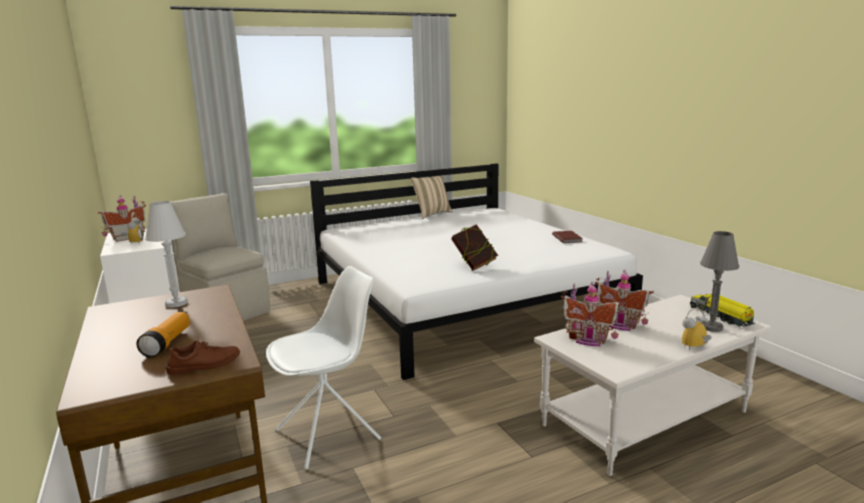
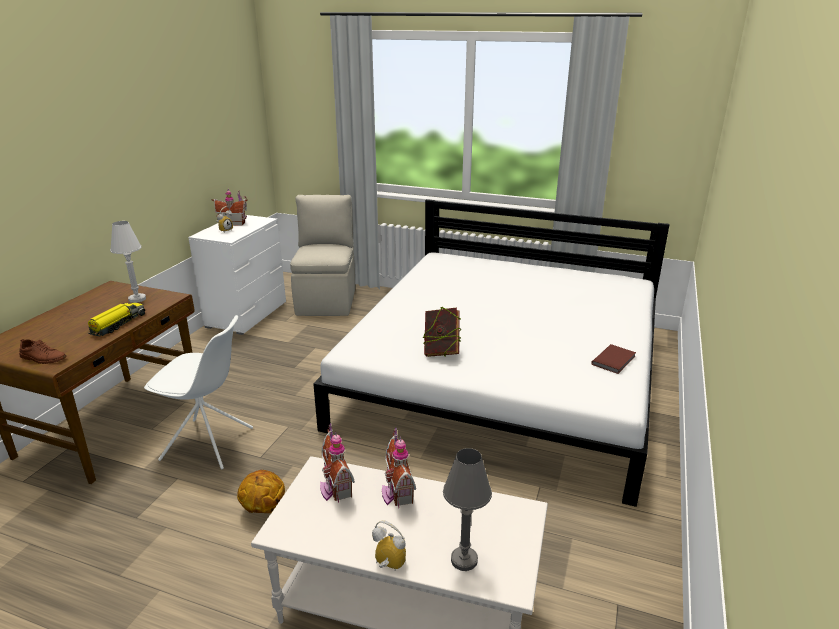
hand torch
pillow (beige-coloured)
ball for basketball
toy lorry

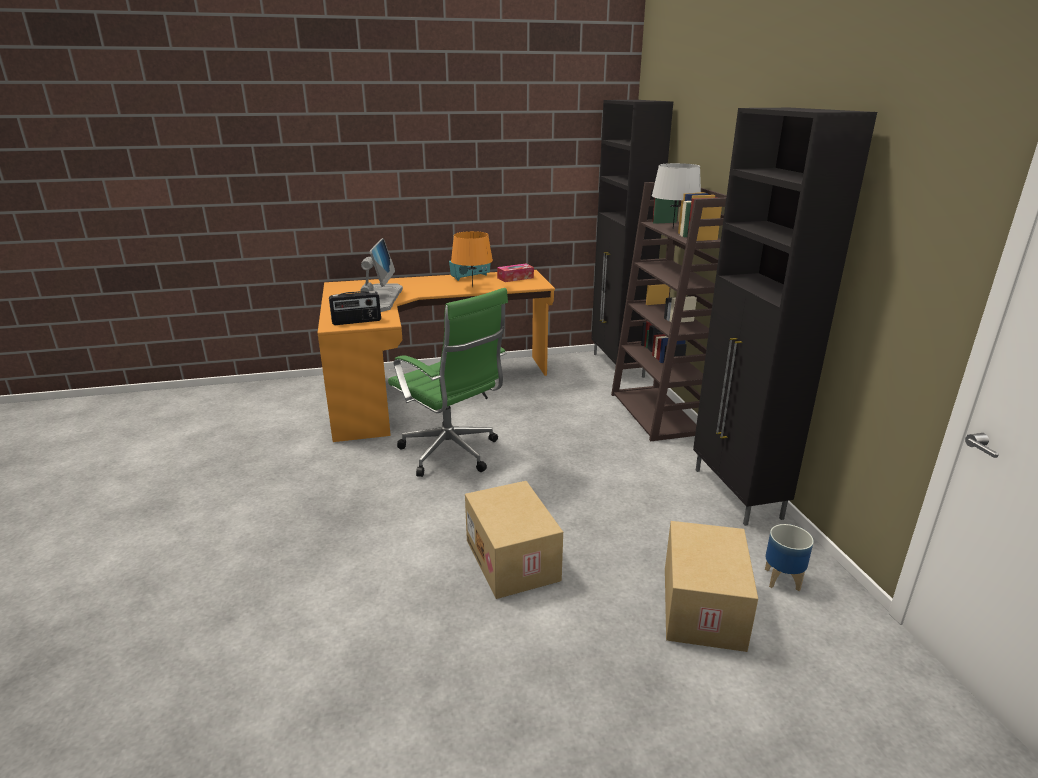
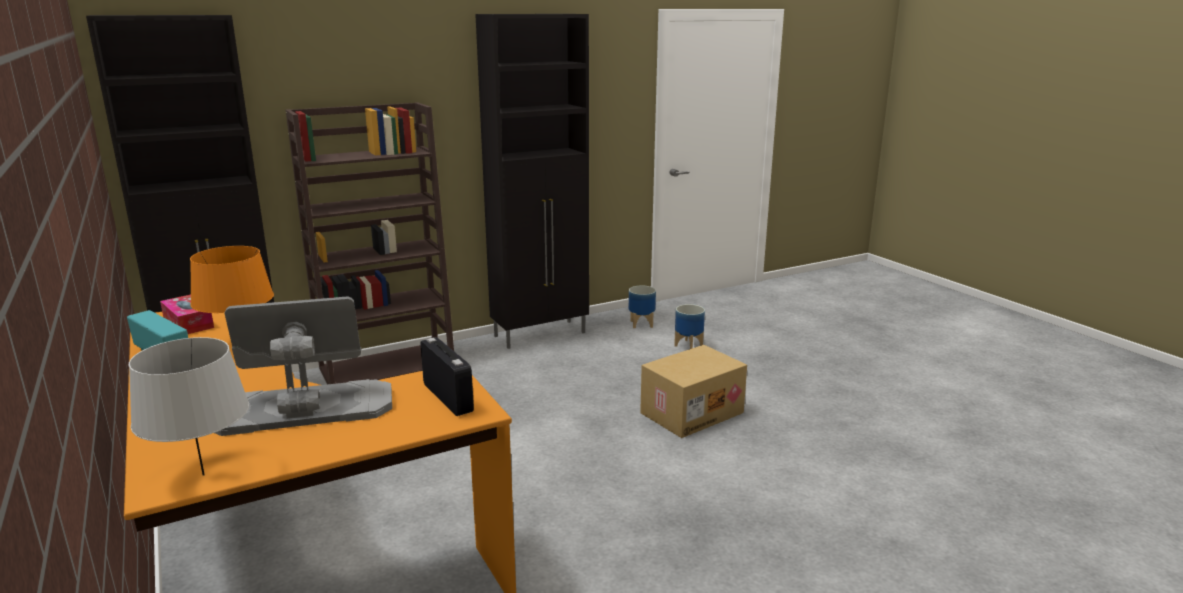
computer chair (green)
table lamp (grey)
plant pot (no. 2 from left)

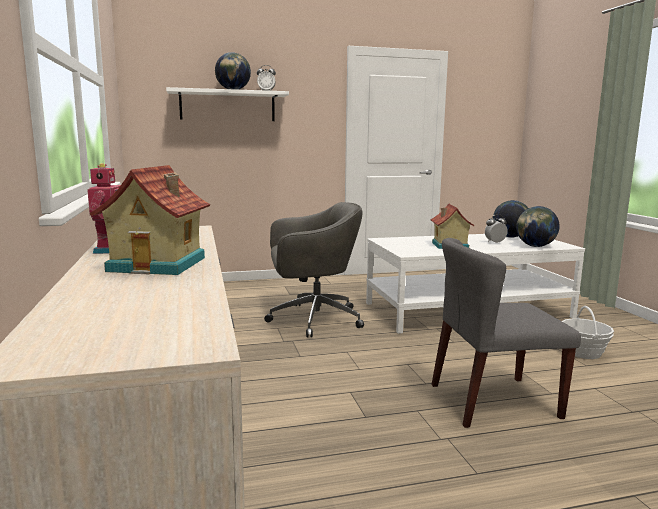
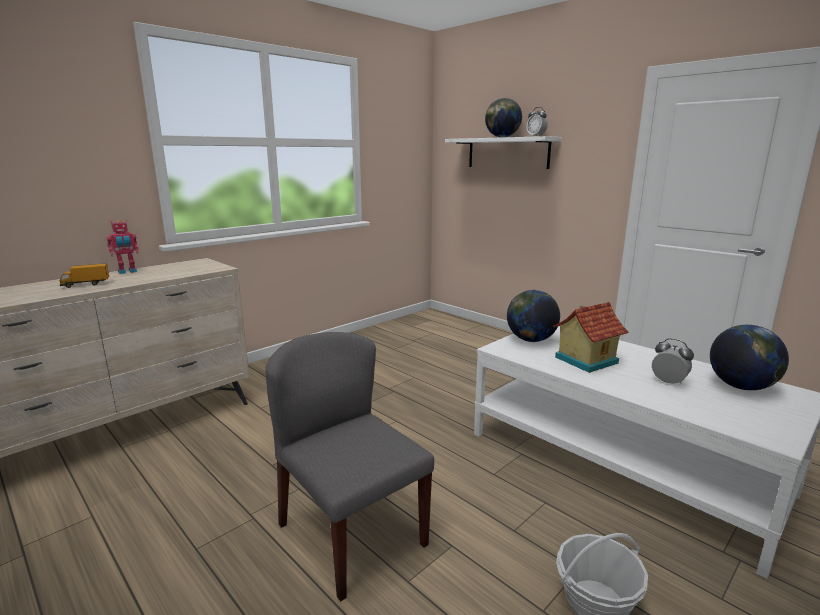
computer chair (grey)
world globe (no. 2 from left)
toy lorry

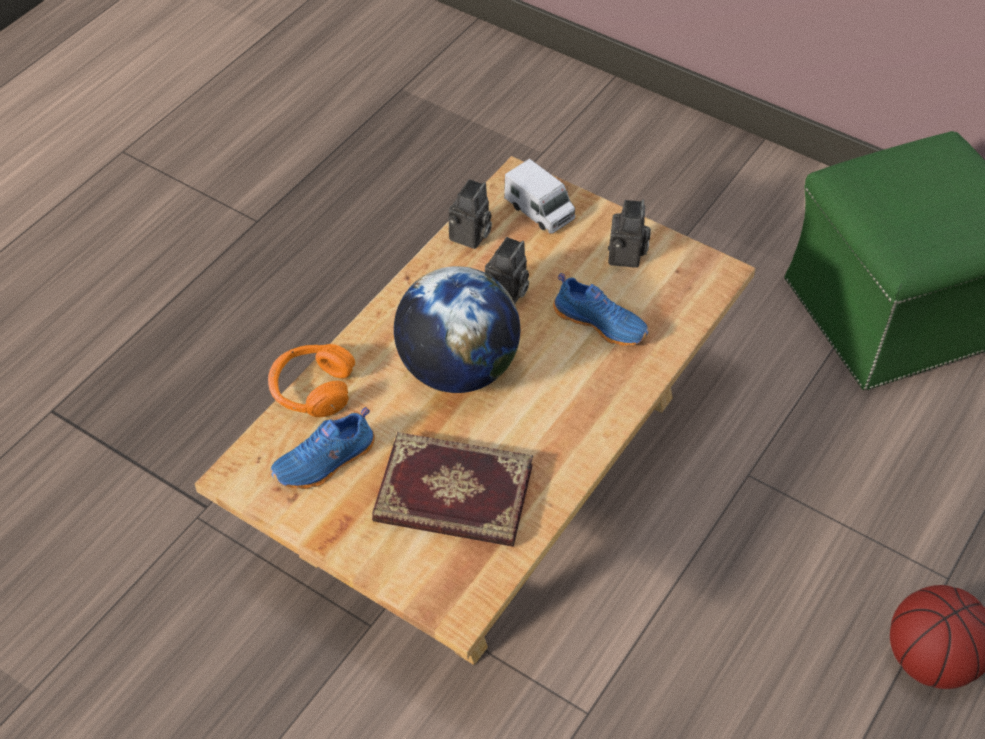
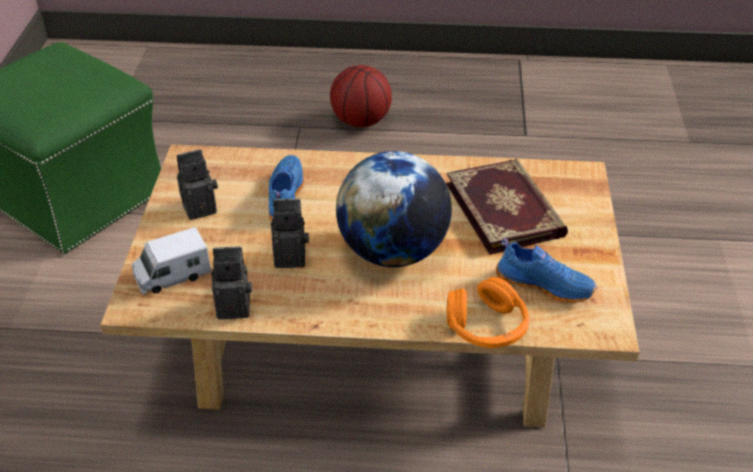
toy lorry

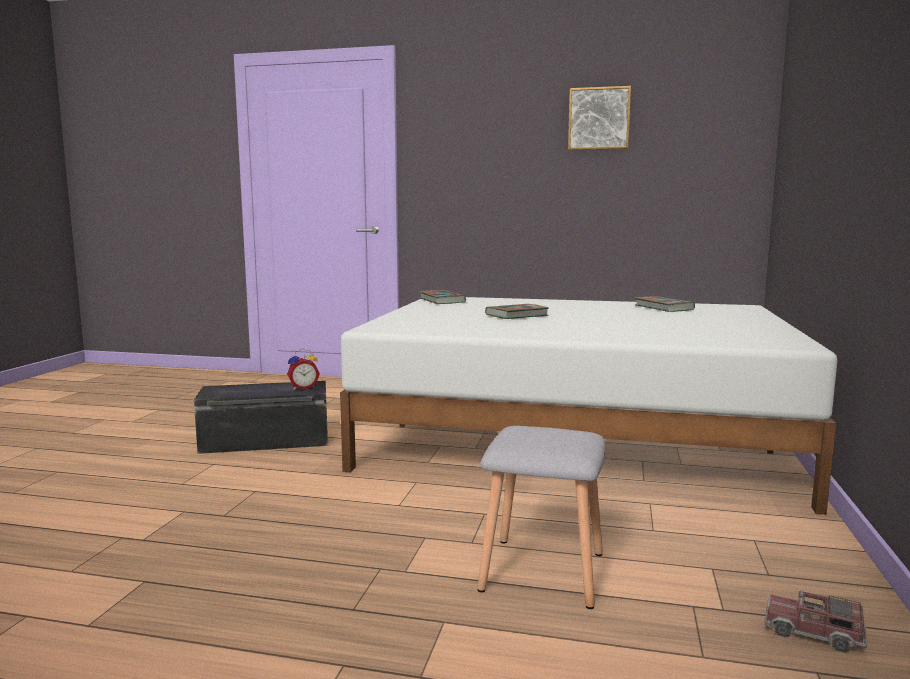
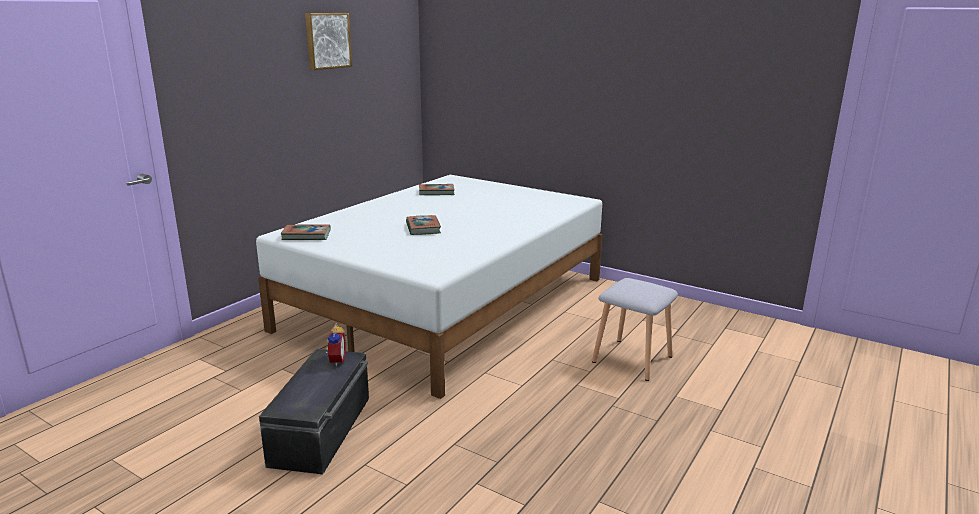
toy lorry

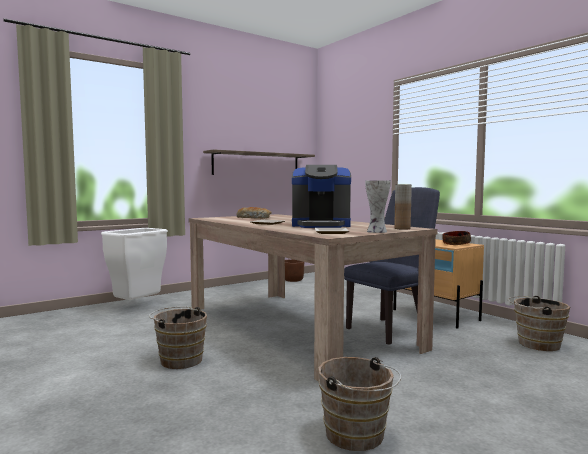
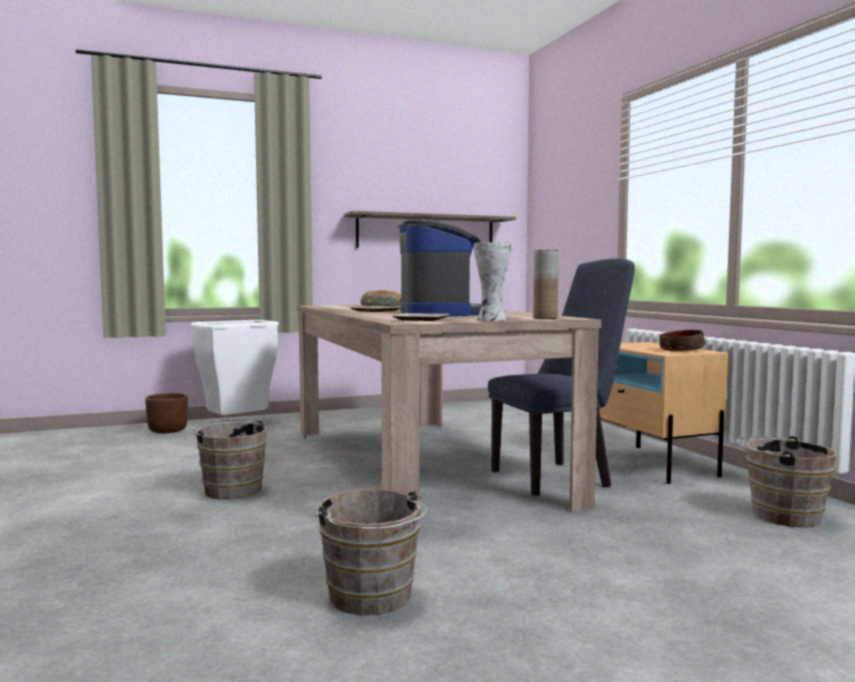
plant pot (brown)
coffee maker

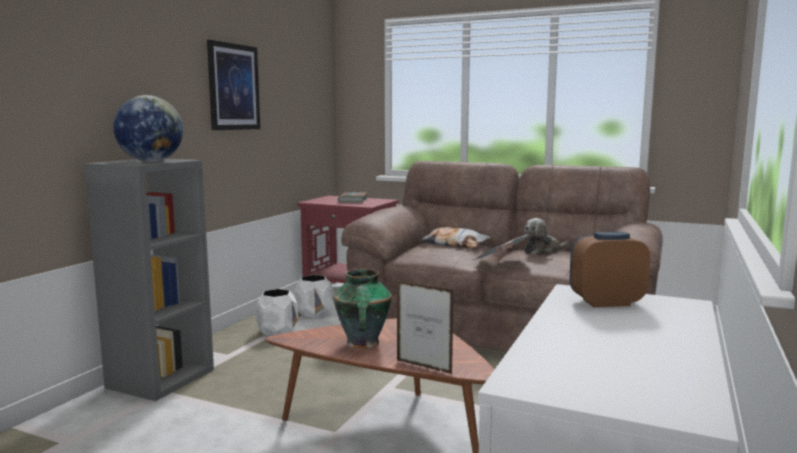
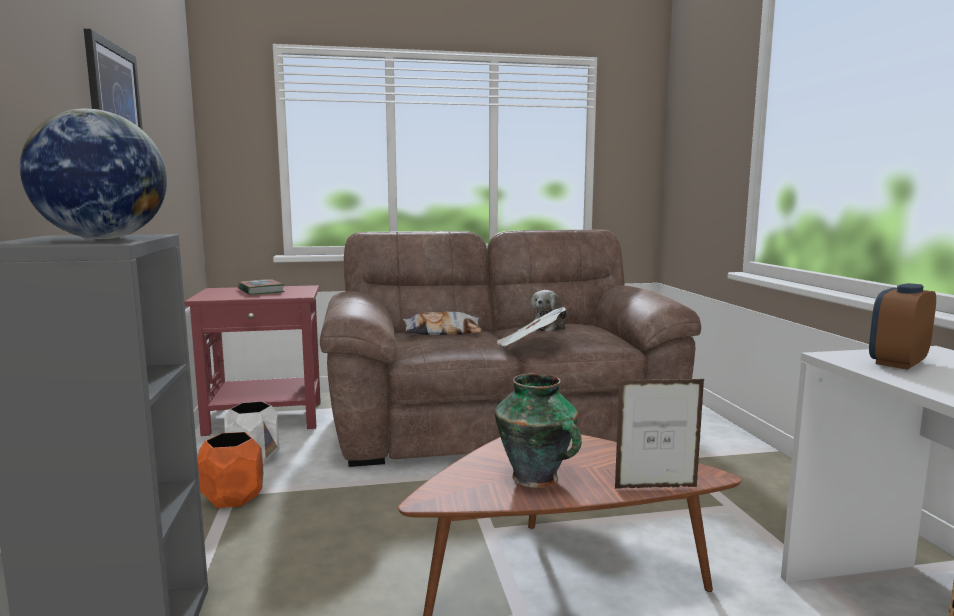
plant pot (orange-coloured)

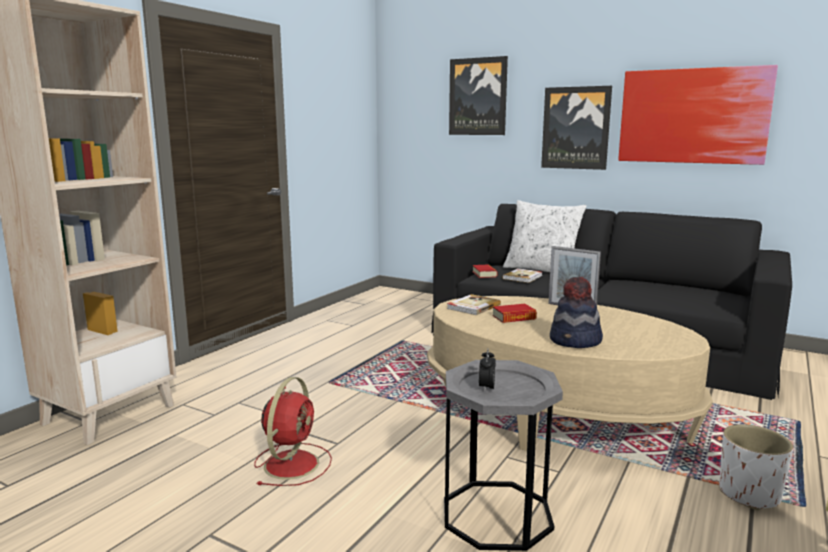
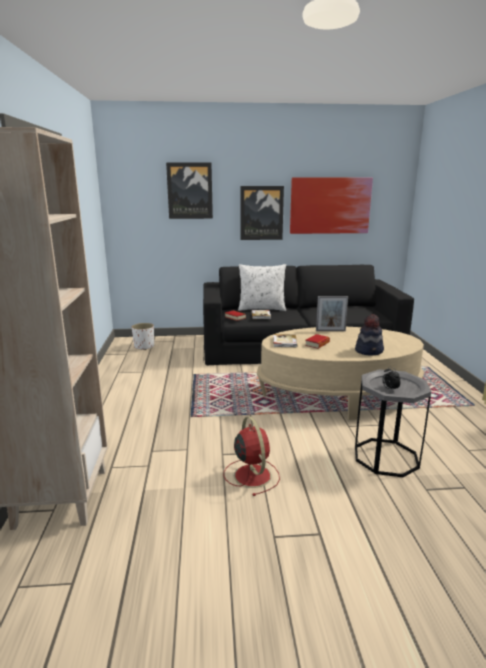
plant pot (white)

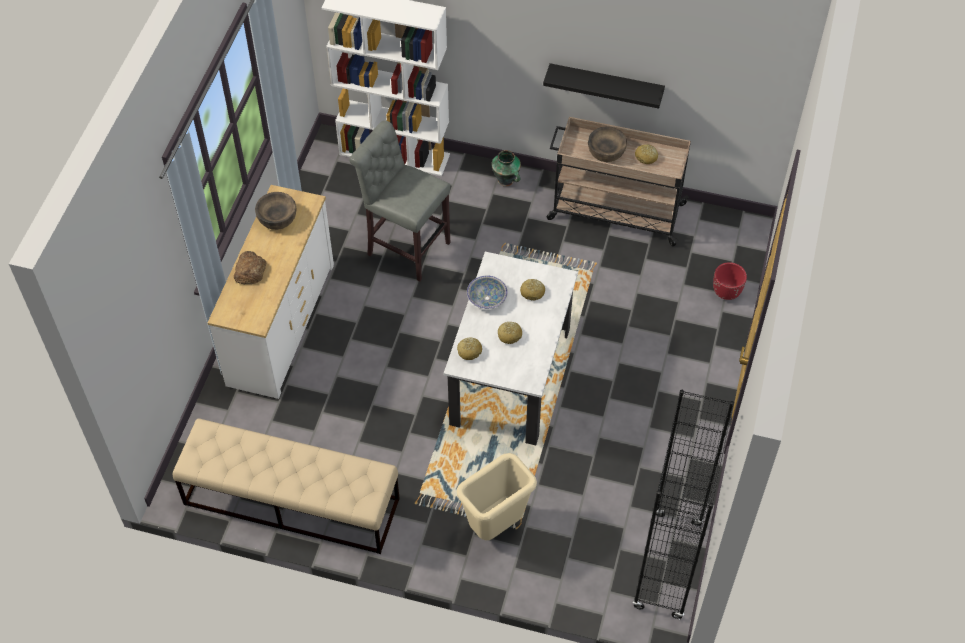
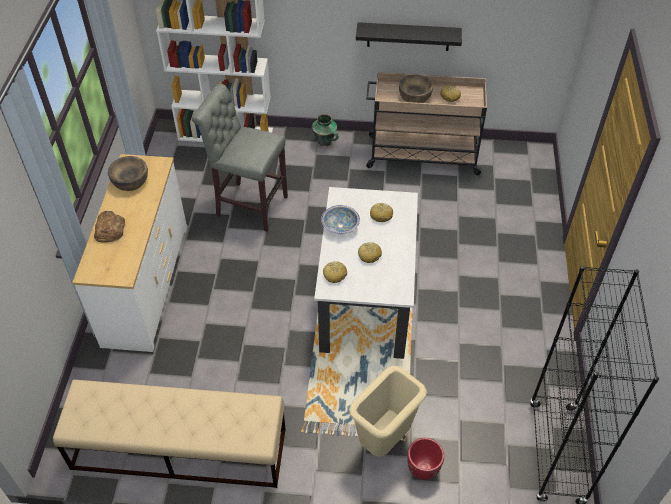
plant pot (reddish)

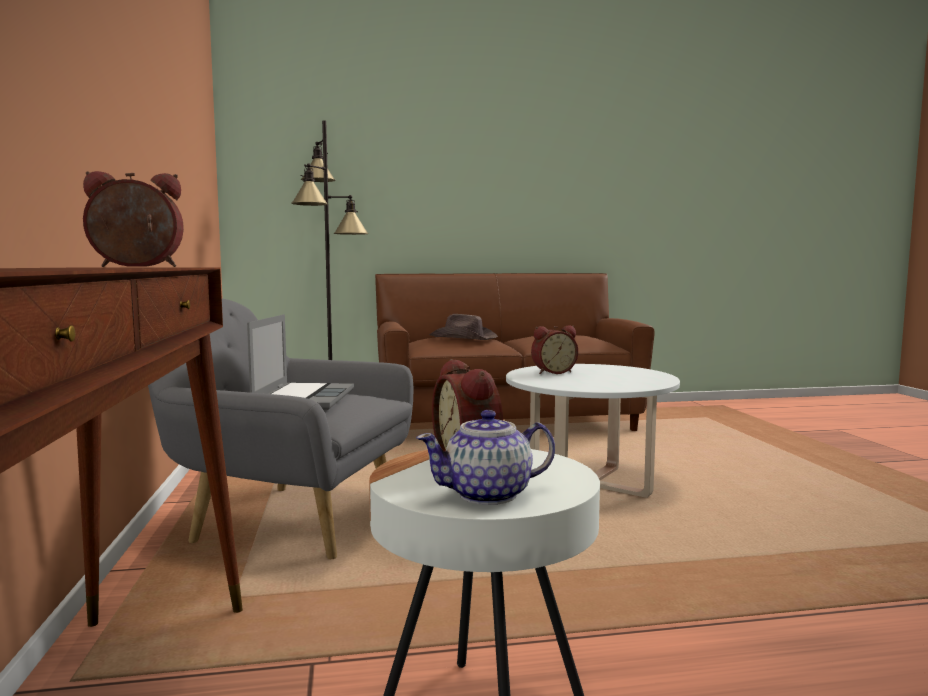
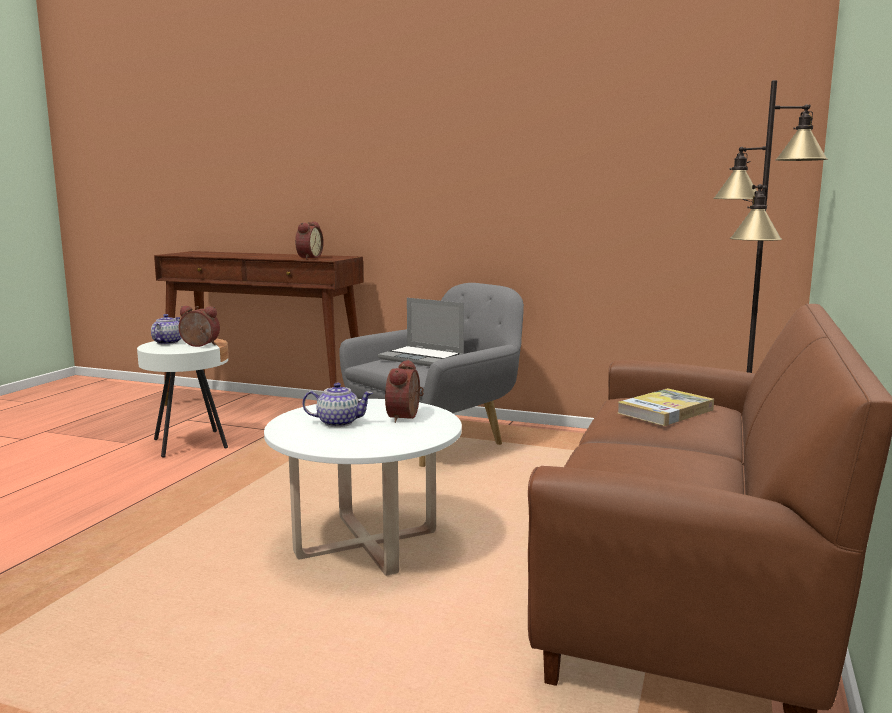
tea pot (no. 2 from left)
book

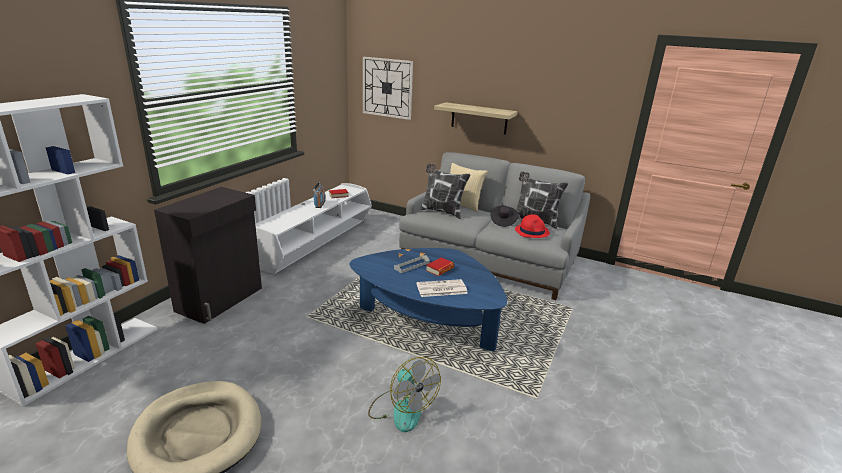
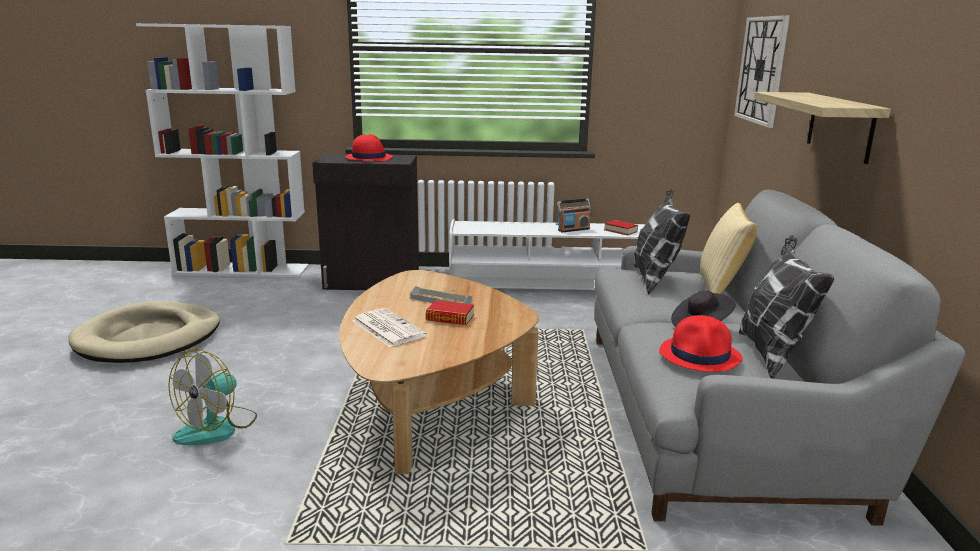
wearable hat (reddish) (no. 1 from left)
lounge table (brown)

